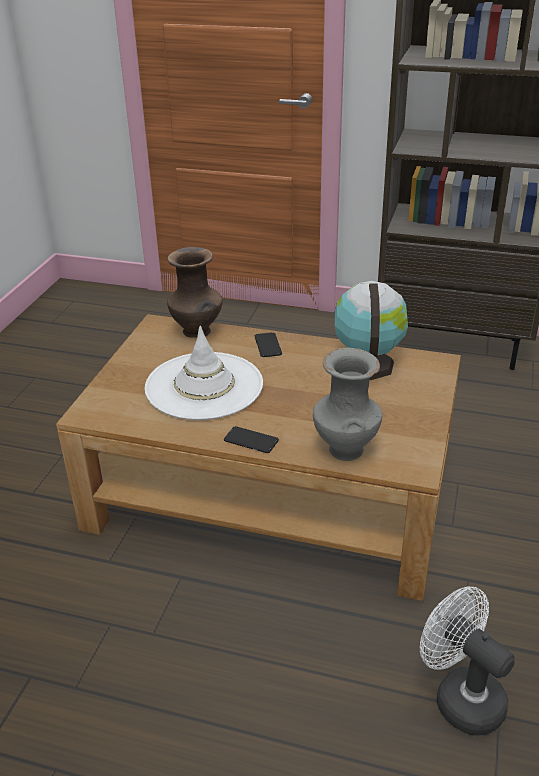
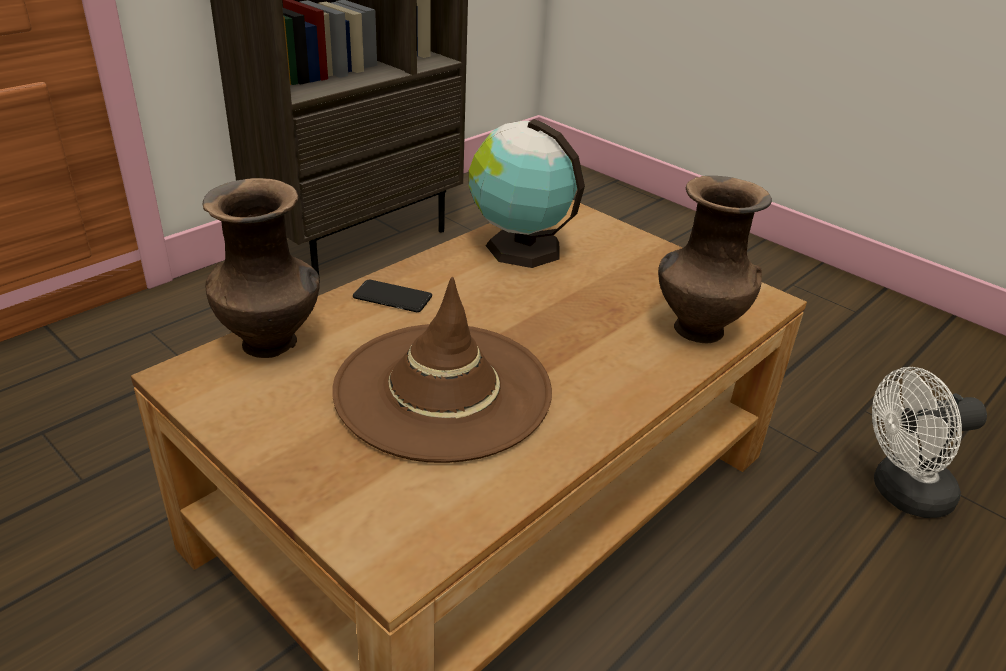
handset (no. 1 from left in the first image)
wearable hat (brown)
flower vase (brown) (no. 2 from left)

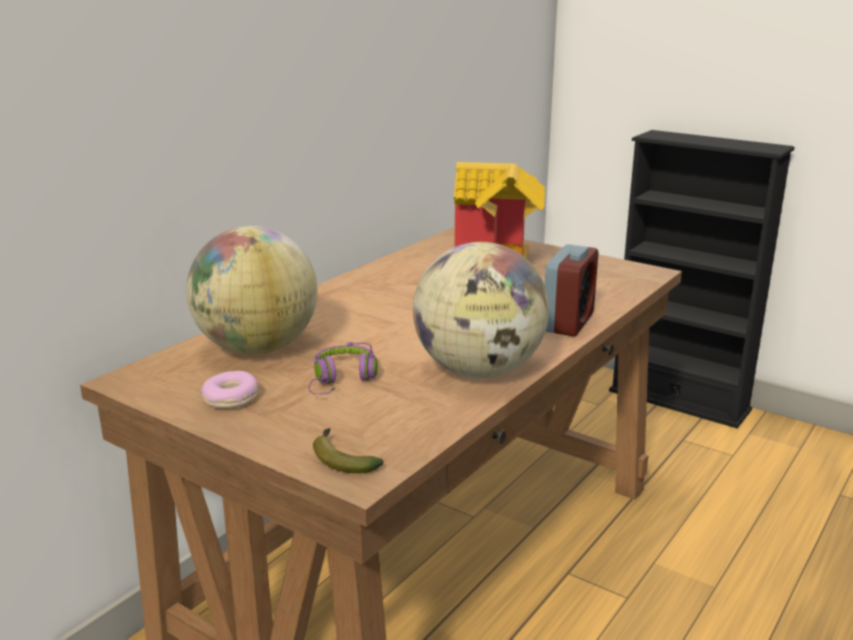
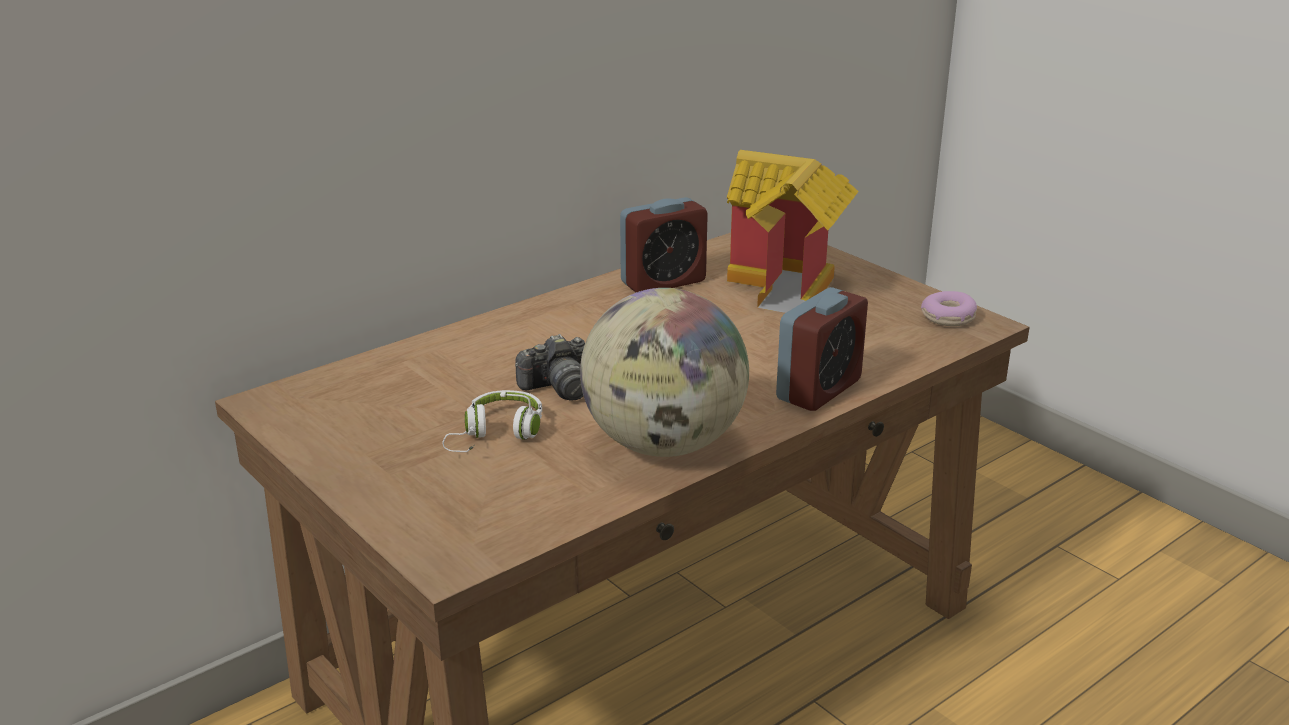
world globe (no. 1 from left in the first image)
banana fruit
bookshelf (blackish)
photo camera
table clock (no. 1 from left)
doughnut
headset (white)

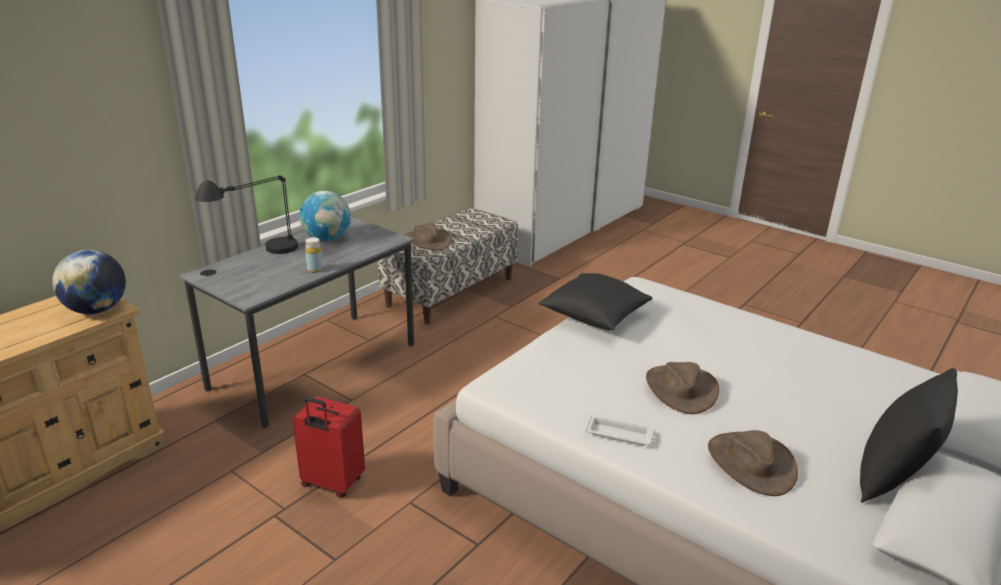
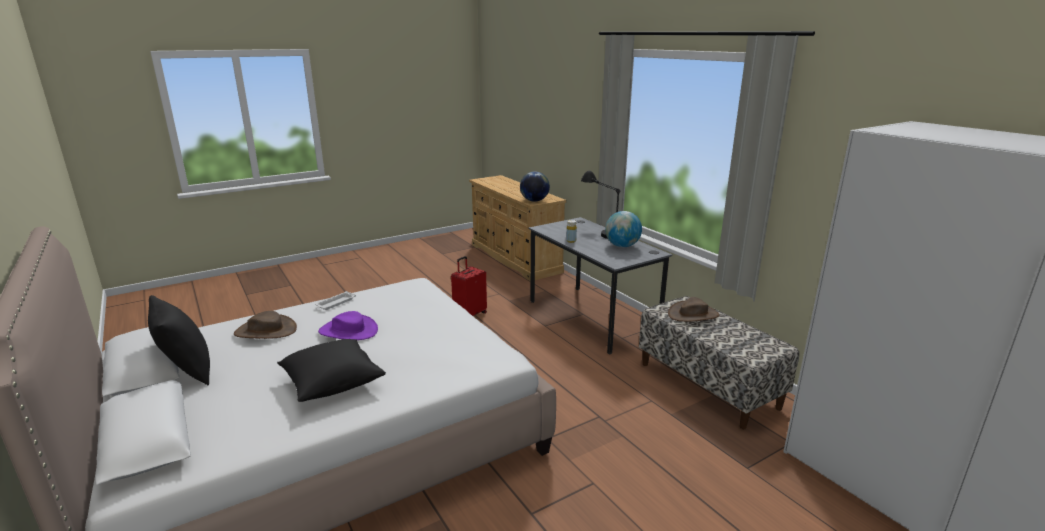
pillow (blackish) (no. 2 from left)
wearable hat (purple)

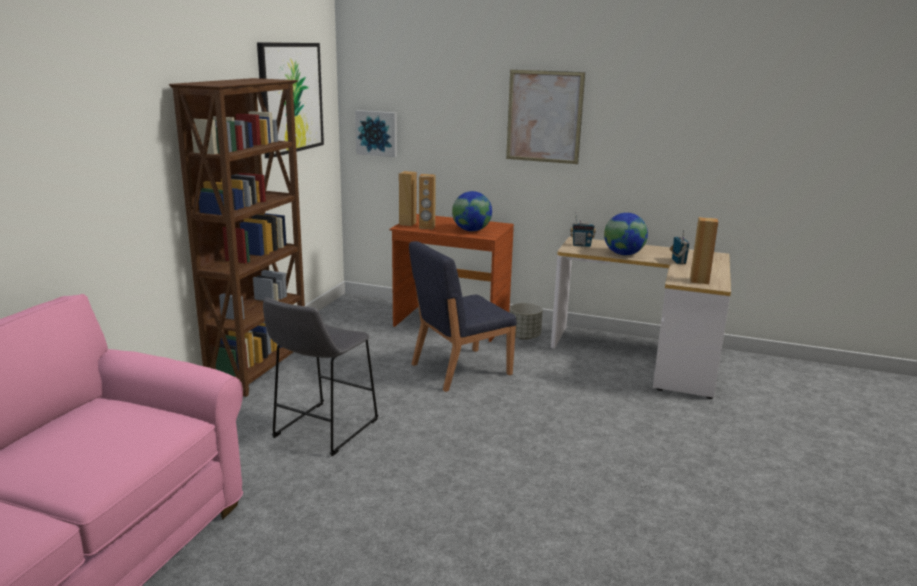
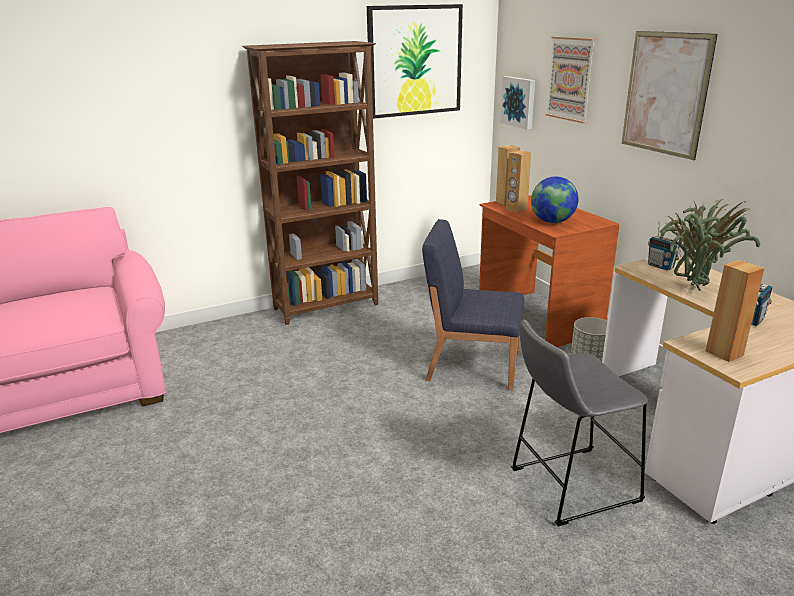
wall picture (no. 3 from left)
stool seat (grey)
plant in a pot

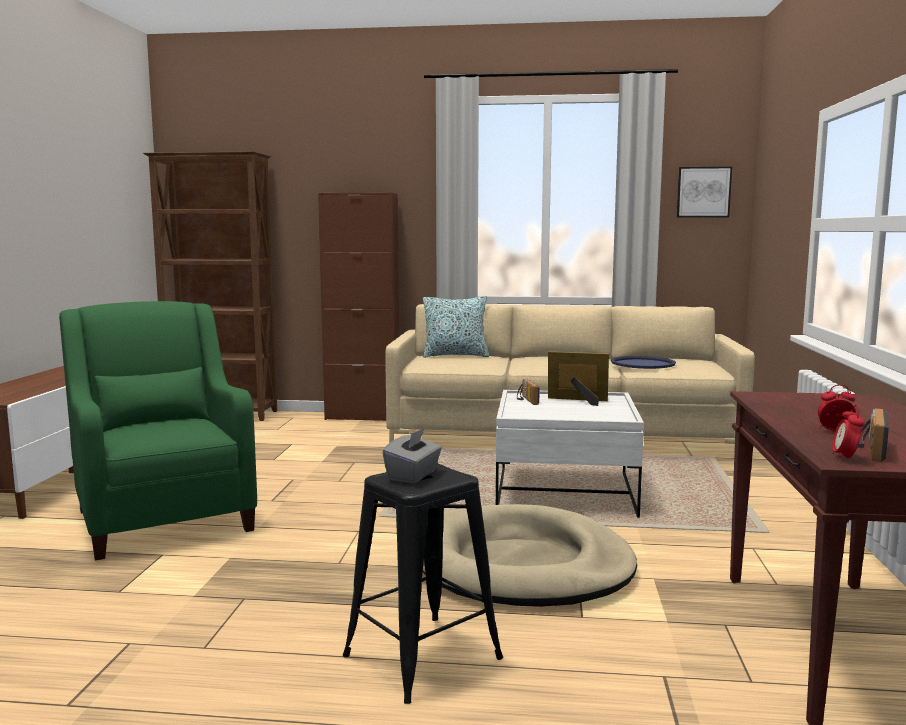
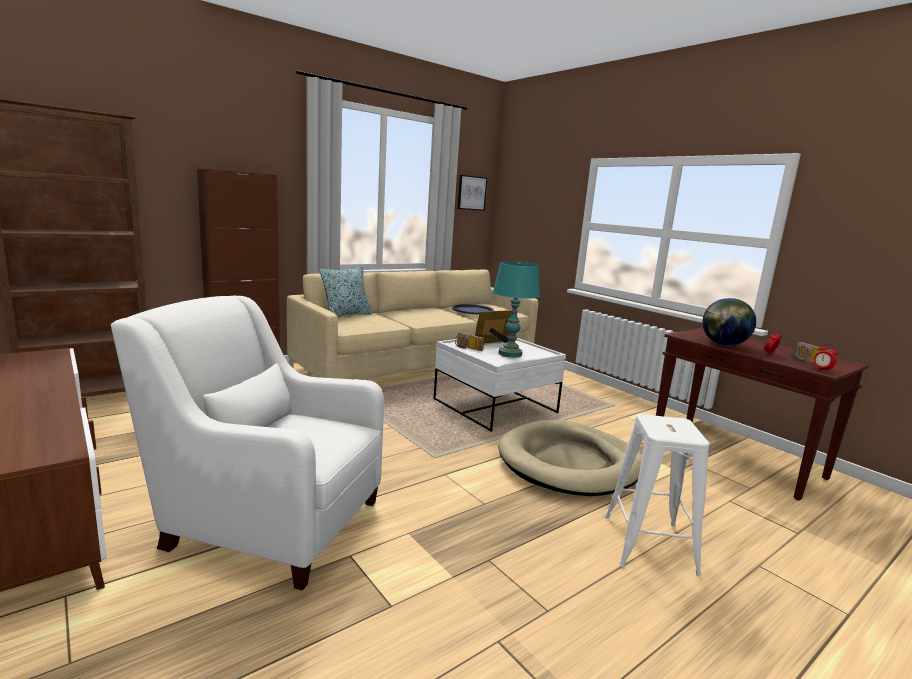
box of tissues (grey)
table lamp (turquoise-coloured)
world globe
armchair (white)
stool seat (white)

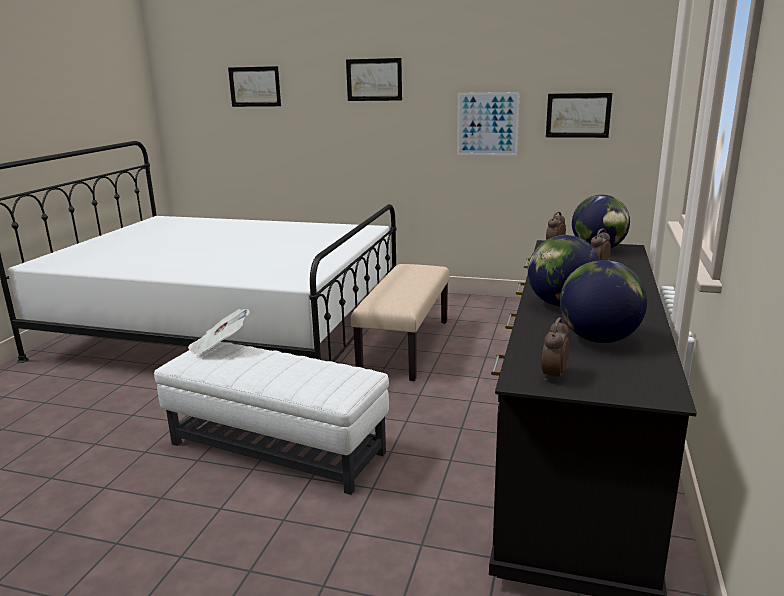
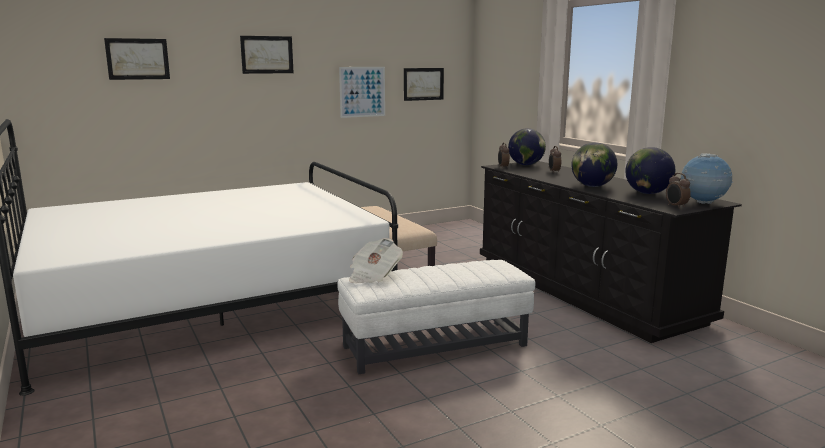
world globe (no. 4 from left)

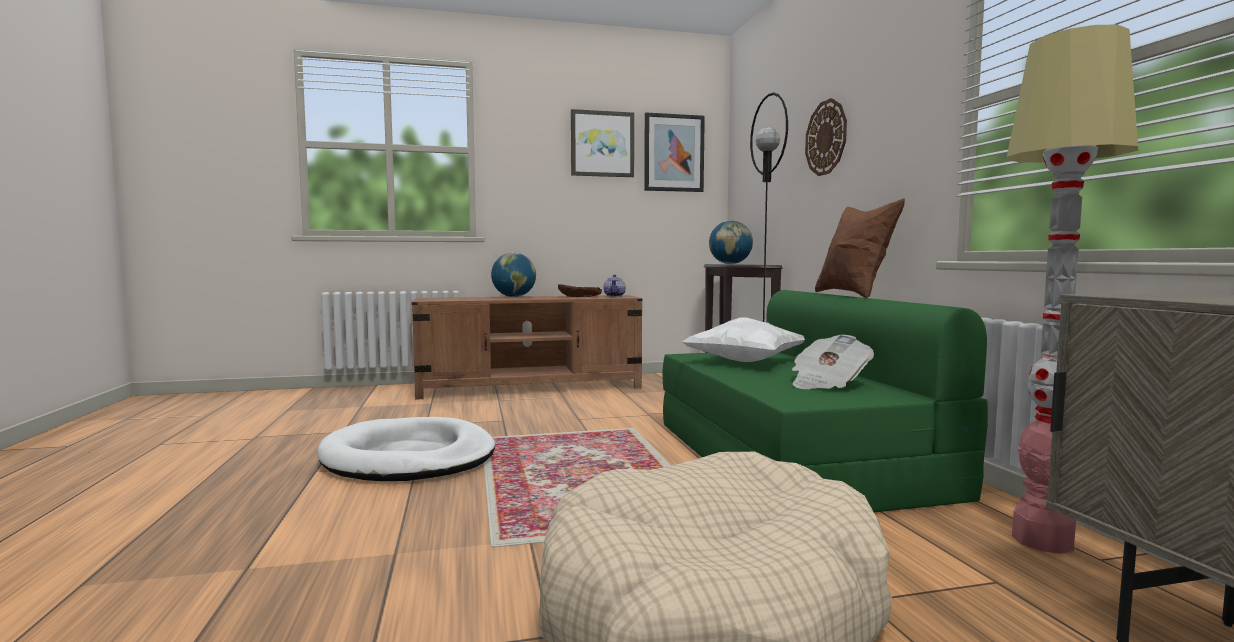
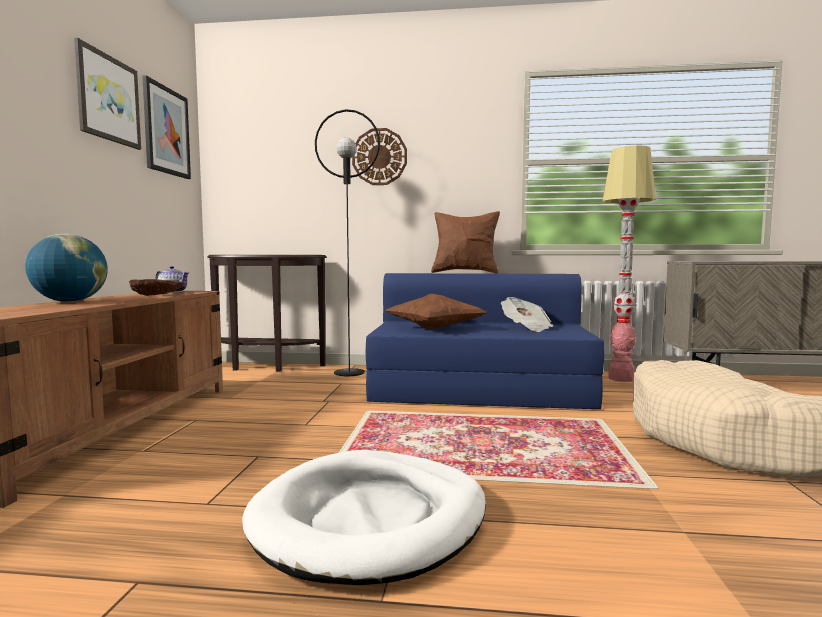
world globe (no. 2 from left in the first image)
sofa (blue)
pillow (brown) (no. 1 from left)

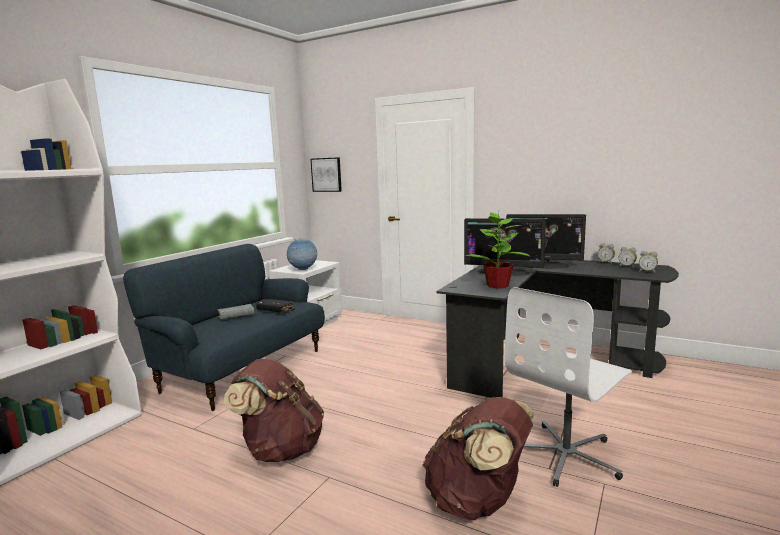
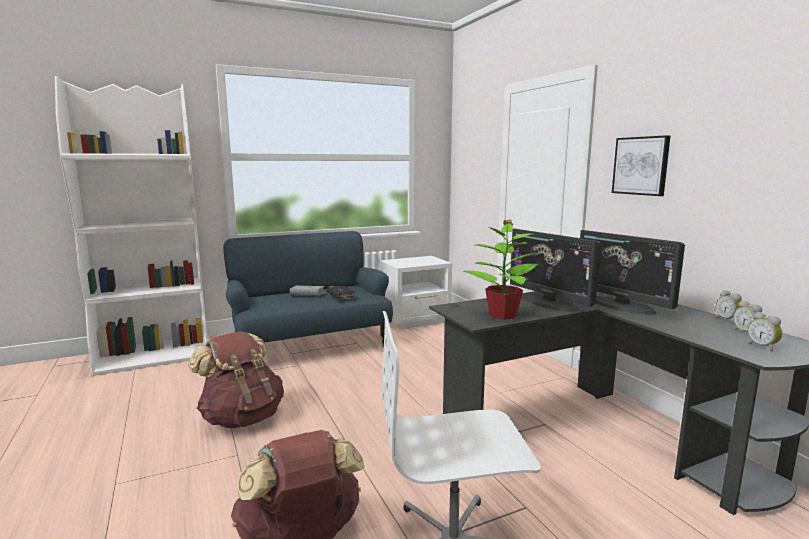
world globe
wall picture

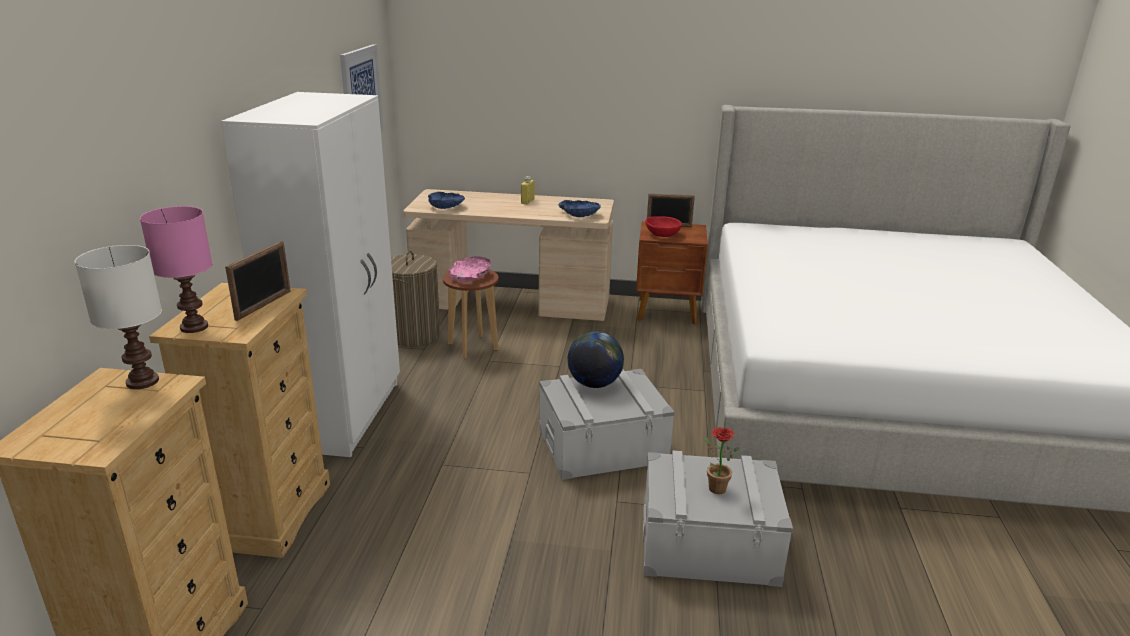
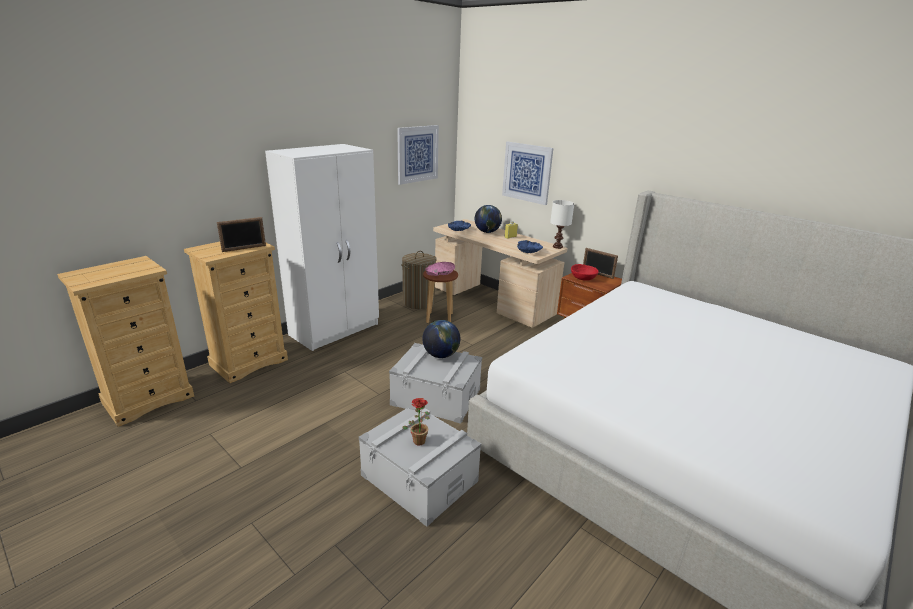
table lamp (pink-coloured)
world globe (no. 2 from left)
wall picture (no. 2 from left)
table lamp (white)

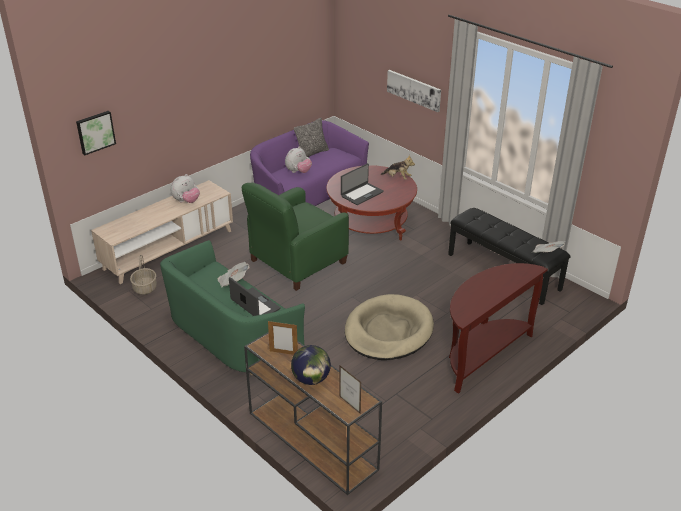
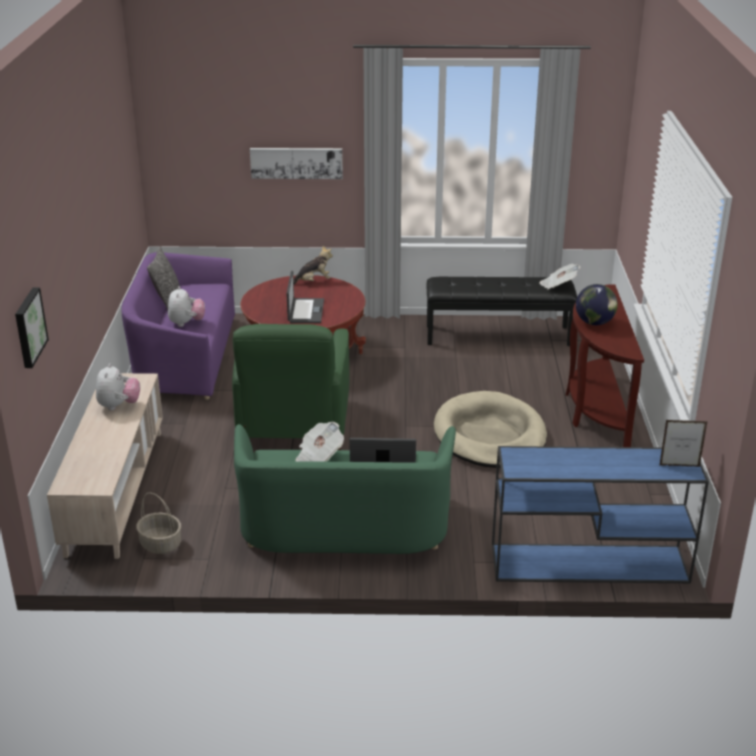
standing frame (no. 1 from left in the first image)
world globe
hall table (blue)

